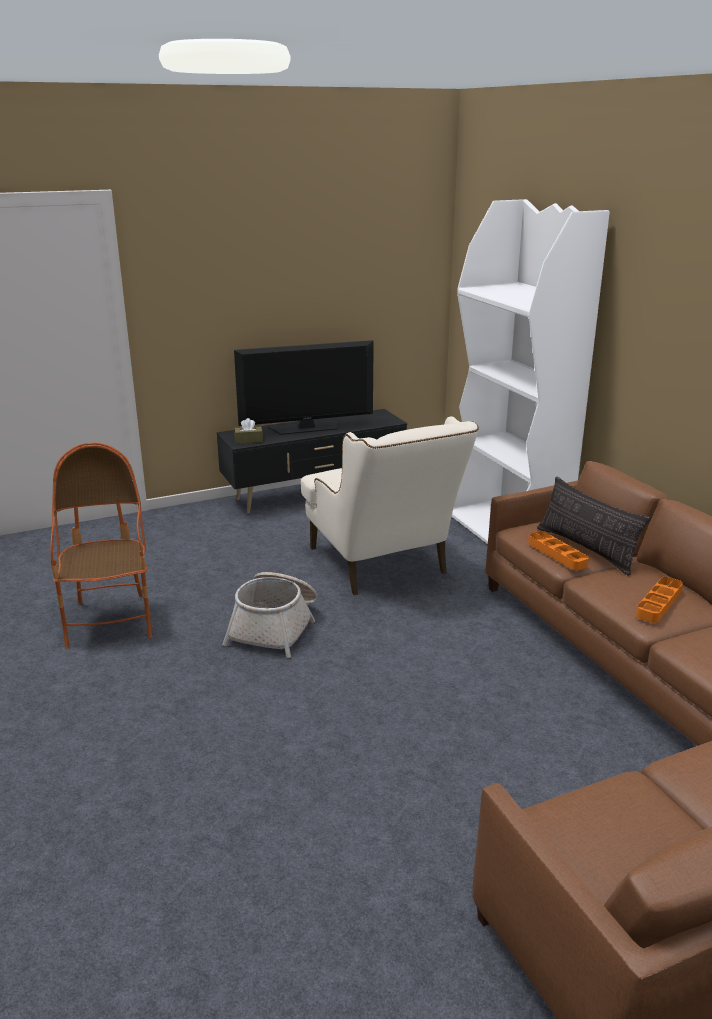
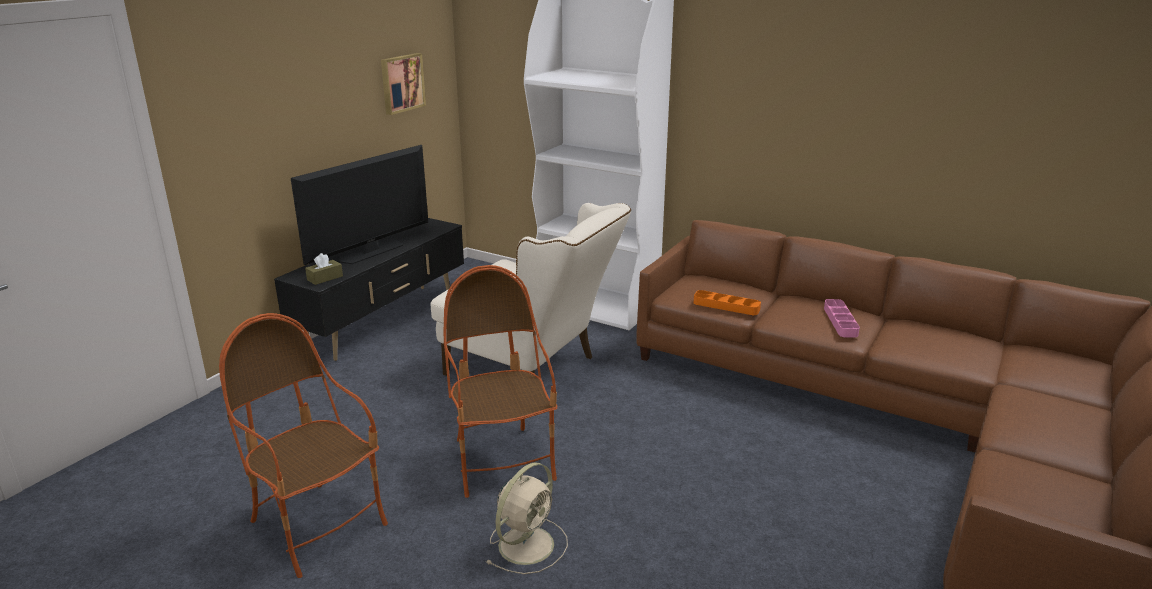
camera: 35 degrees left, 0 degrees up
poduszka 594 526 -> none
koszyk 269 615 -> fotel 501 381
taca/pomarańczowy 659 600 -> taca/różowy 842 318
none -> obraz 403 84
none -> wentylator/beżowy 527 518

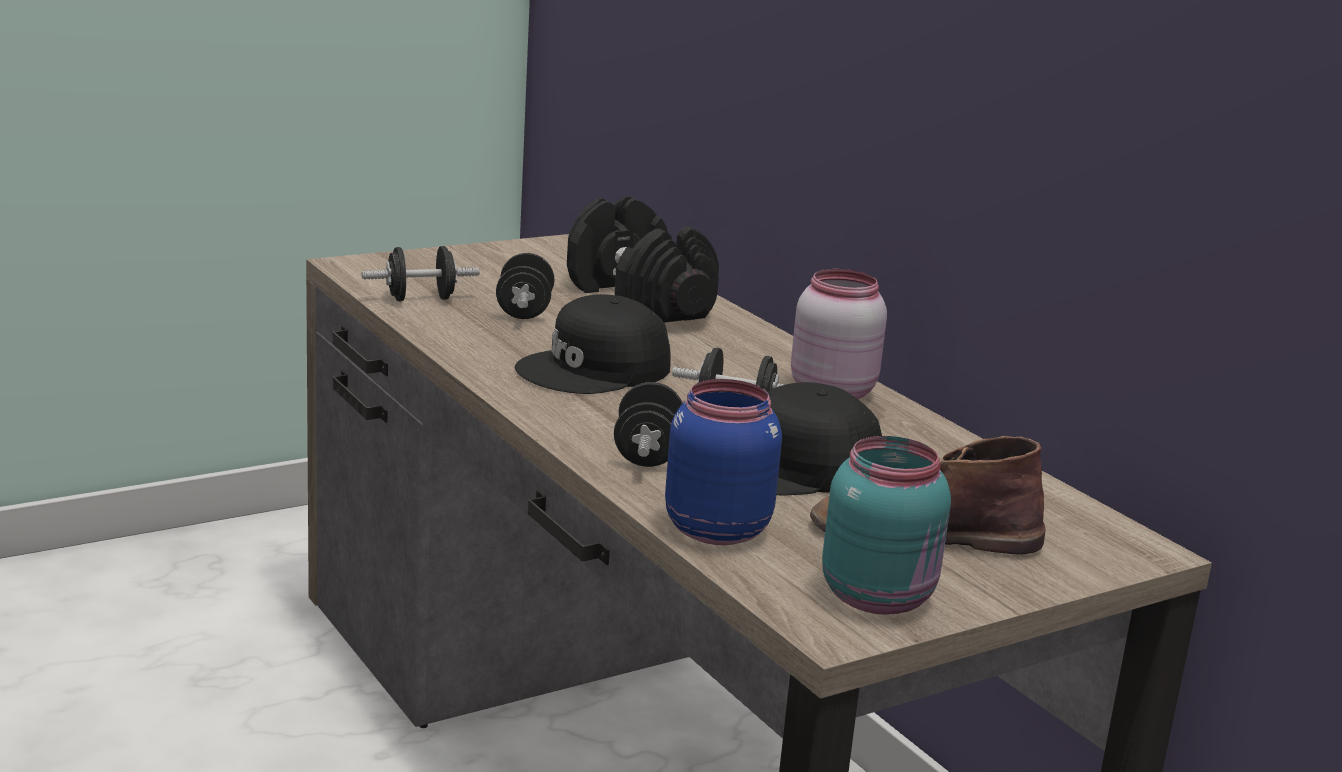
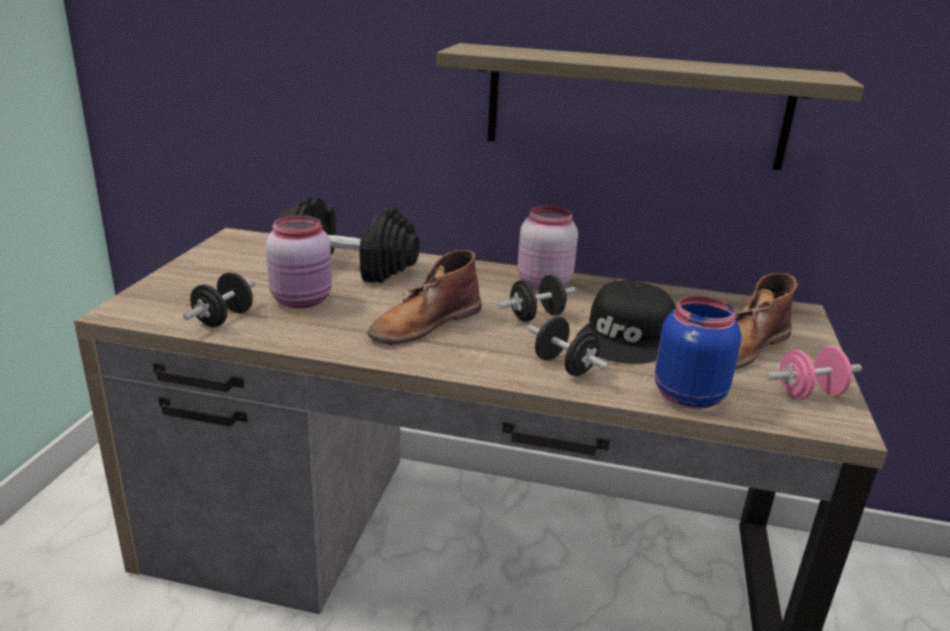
camera: 45 degrees left, 5 degrees up
hantel/czarny 525 286 -> słoik/różowy 299 262
czapka z daszkiem/czarny 593 344 -> but z cholewką/brązowy 424 297
słoik/turkusowy 886 525 -> hantel/różowy 814 373
none -> półka 650 106

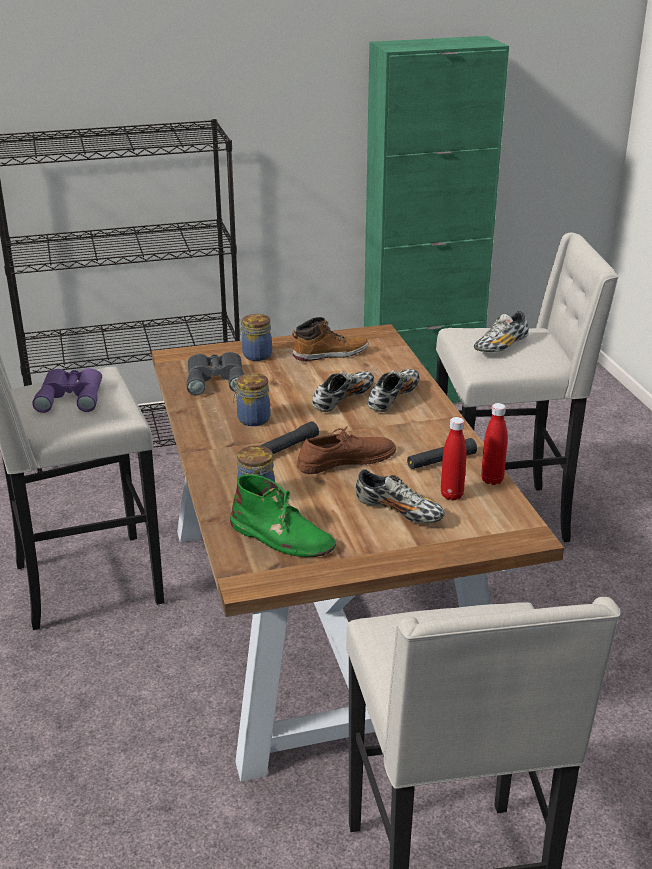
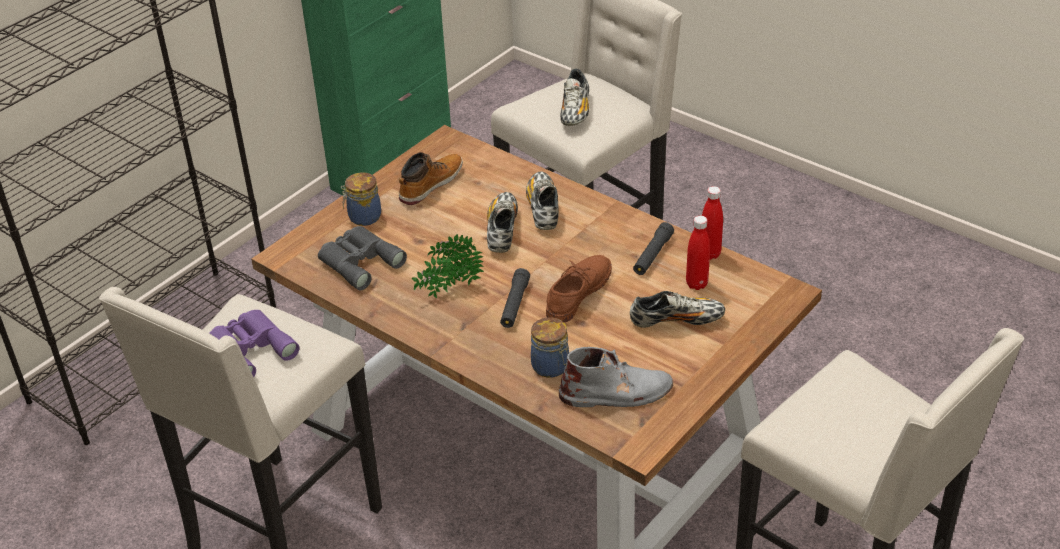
camera: 35 degrees left, 10 degrees up
słoik 251 399 -> roślina doniczkowa 448 266
but z cholewką/zielony 283 515 -> but z cholewką/szary 616 377

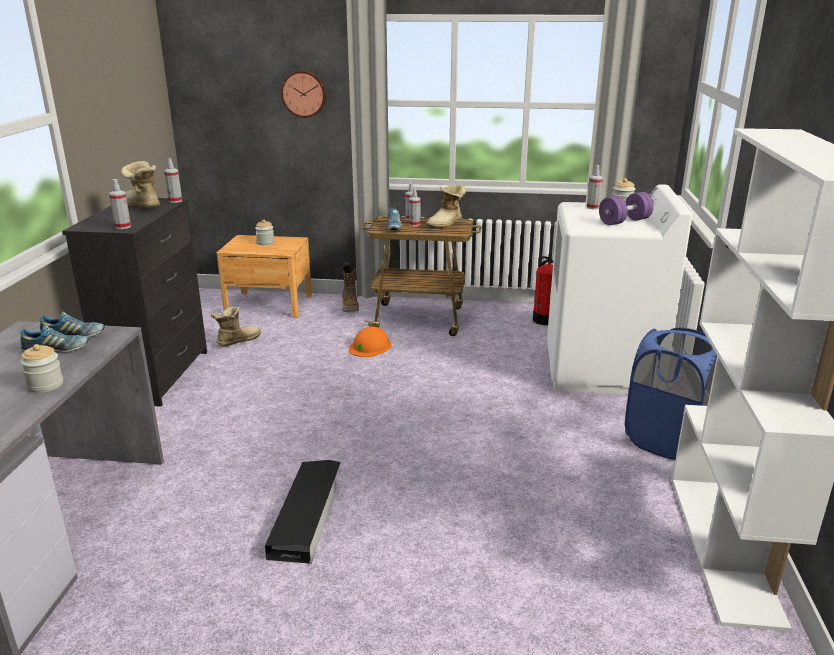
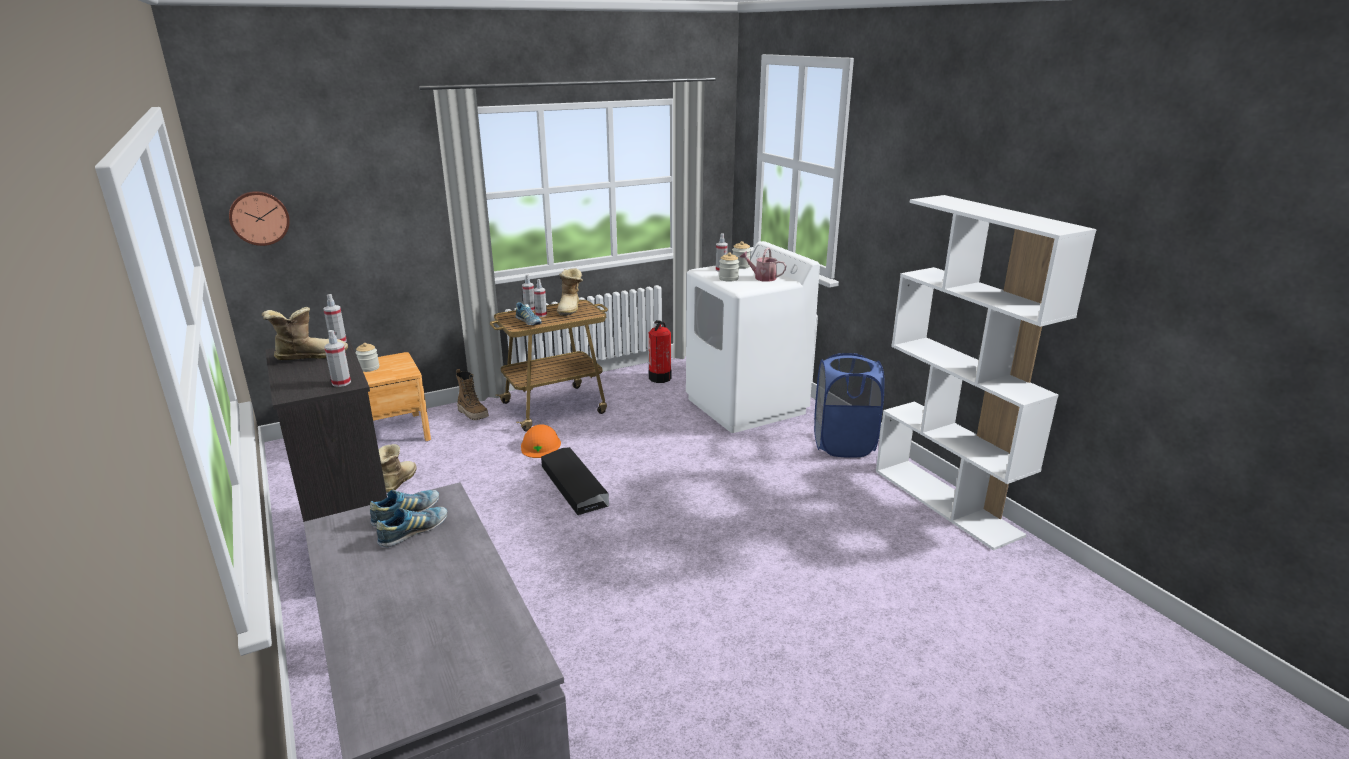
camera: 35 degrees left, 0 degrees up
zegar ścienny 303 94 -> zegar ścienny 259 218, move
but z cholewką 140 184 -> but z cholewką 305 333, 150 degrees clockwise
hantel/fioletowy 626 208 -> konewka 763 265
słoik 41 368 -> słoik 729 267, move
pojemnik do przechowywania/czarny 303 512 -> pojemnik do przechowywania/czarny 575 481, move

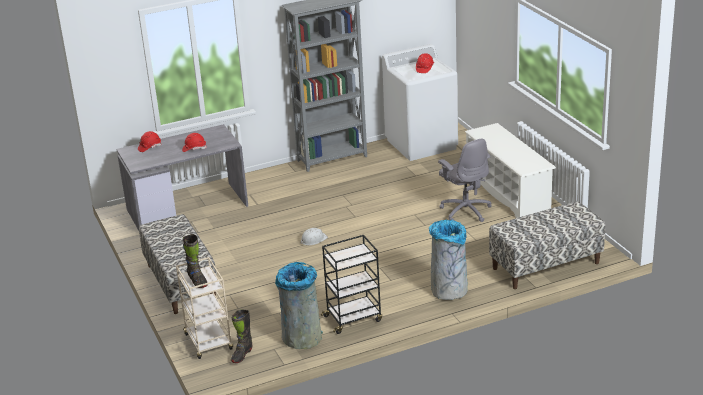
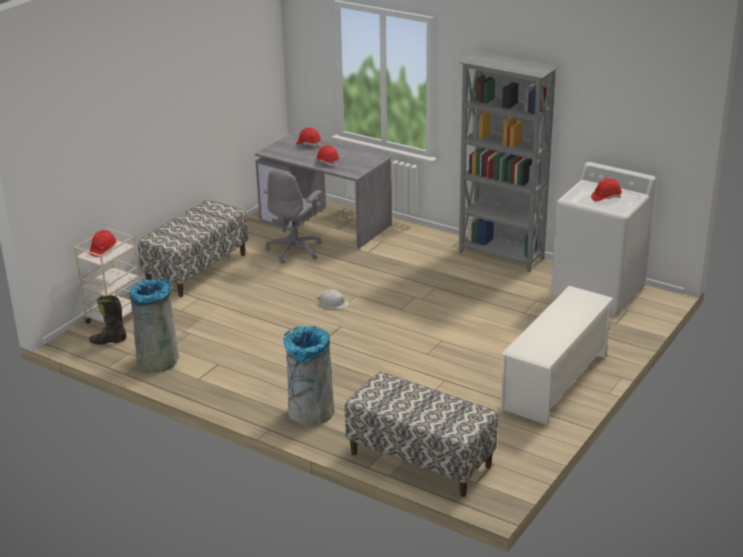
camera: 55 degrees right, 0 degrees up
krzesło biurowe/szary 465 180 -> krzesło biurowe/szary 293 217, move
but z cholewką/czarny 195 261 -> kask/czerwony 103 243
wózek/czarny 351 284 -> none

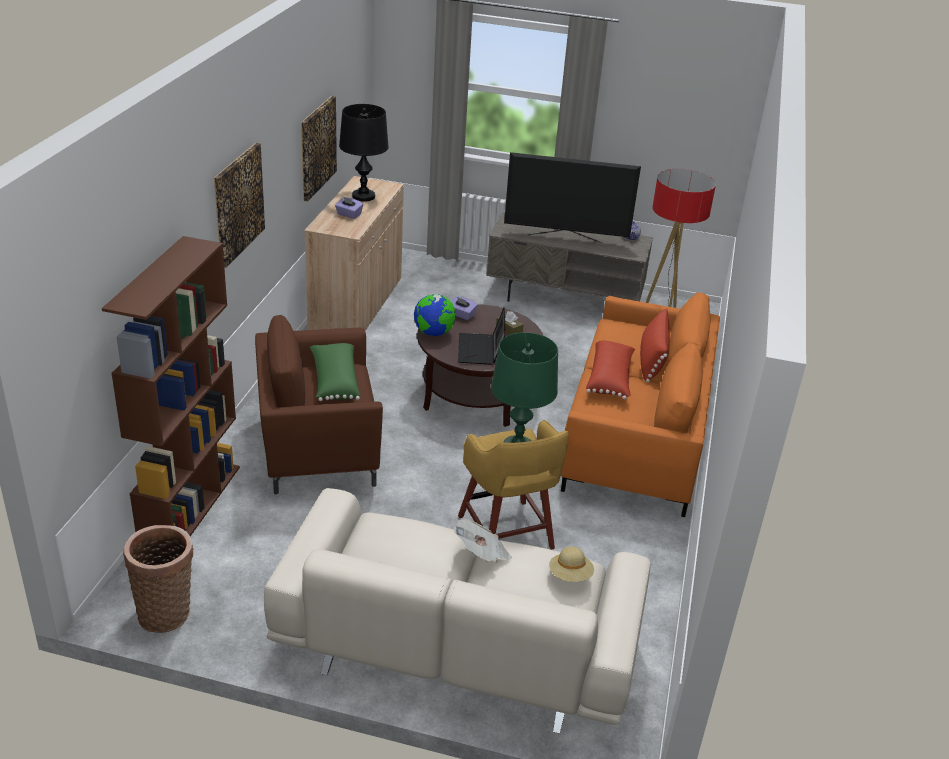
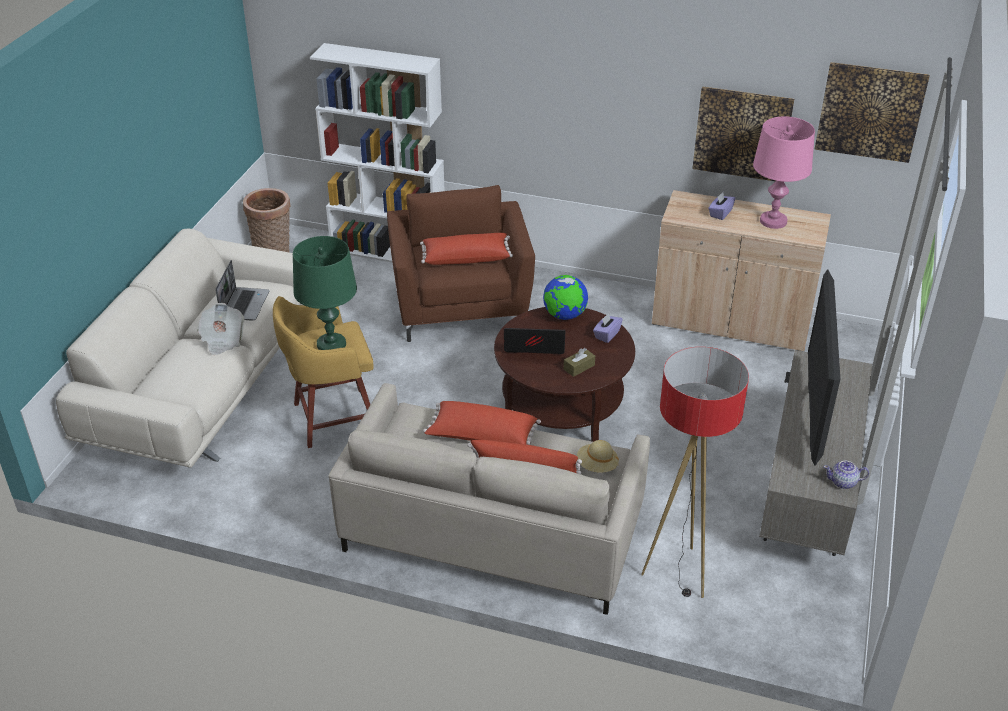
camera: 95 degrees right, 5 degrees up
lampa stołowa/czarny 364 152 -> lampa stołowa/różowy 784 172
obraz 239 205 -> obraz 872 112, move
regał/brązowy 171 386 -> regał/biały 377 153
kanapa/pomarańczowy 640 405 -> kanapa/beżowy 489 499
poduszka/zielony 335 372 -> poduszka/czerwony 466 249
kapelusz/beżowy 571 564 -> kapelusz/beżowy 598 456, move
none -> laptop 242 290

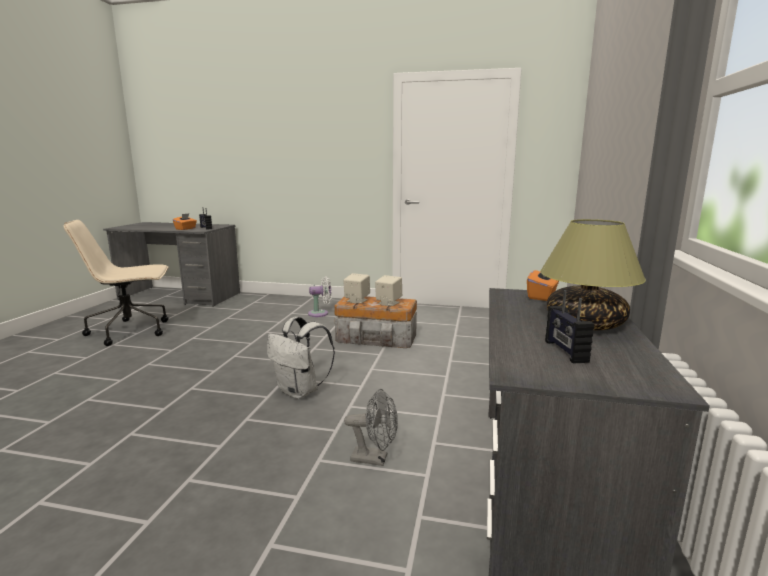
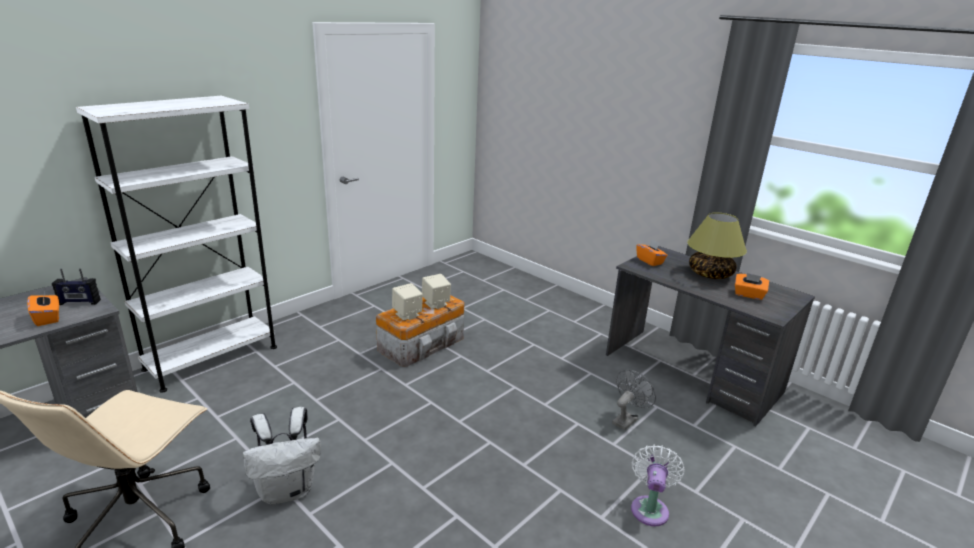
camera: 60 degrees left, 10 degrees up
wentylator/biały 320 296 -> wentylator/biały 658 485, move
radio 569 327 -> pudełko chusteczek/pomarańczowy 752 286
plecak/biały 301 358 -> plecak/biały 282 456, move
none -> regał/biały 176 244

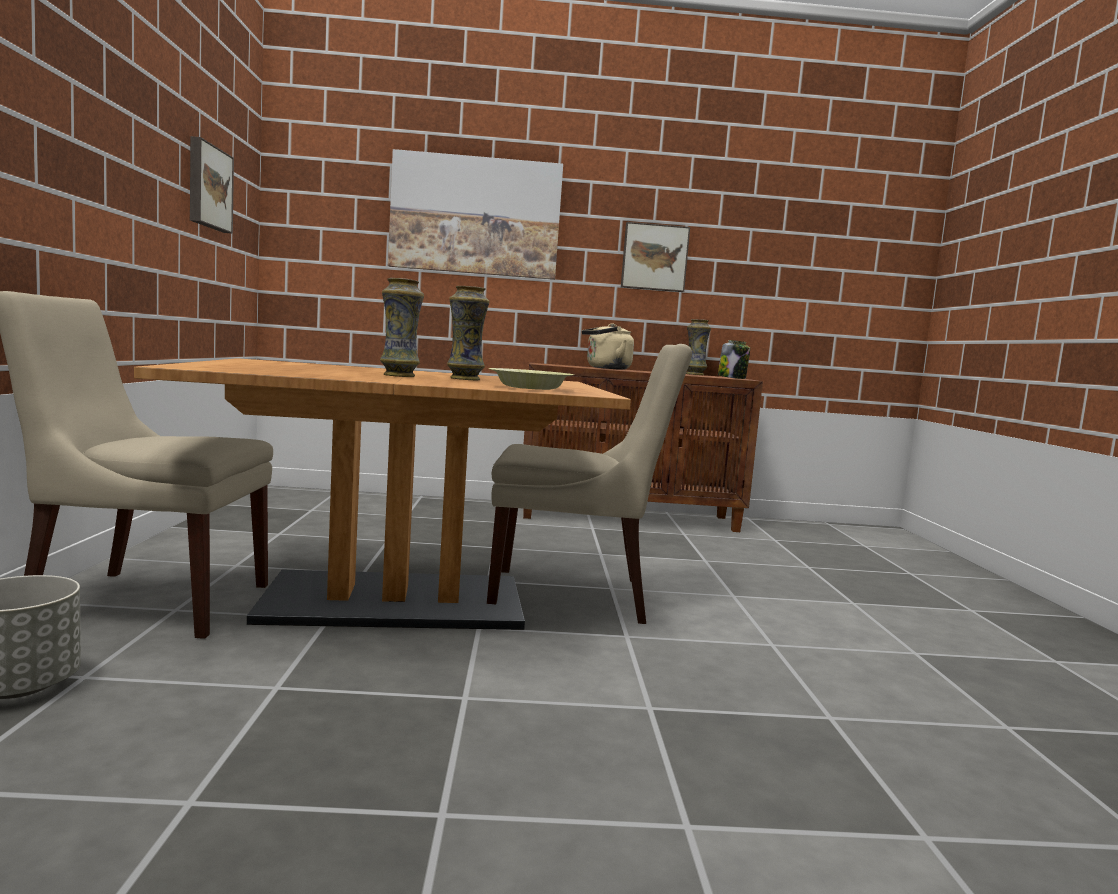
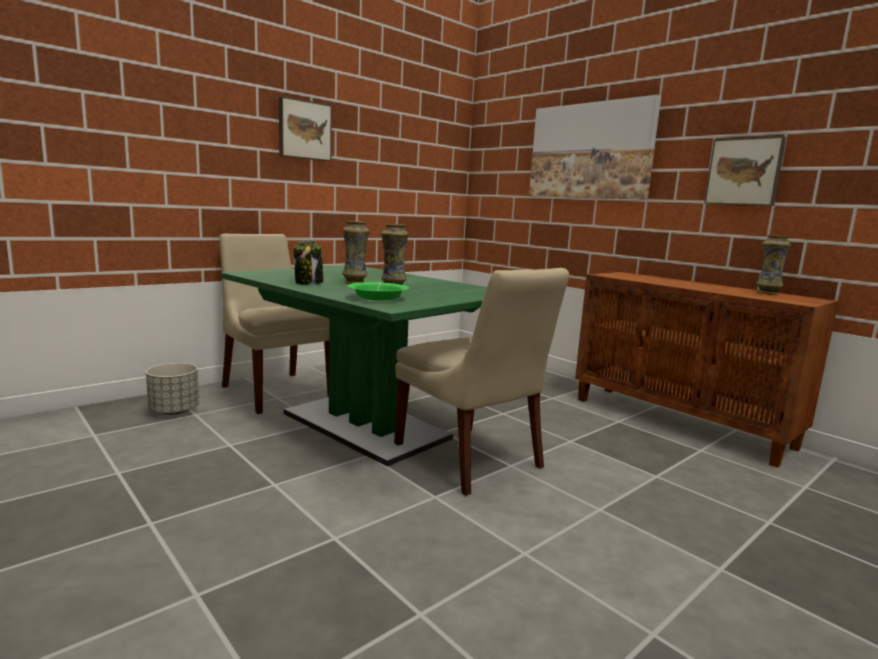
camera: 50 degrees right, 5 degrees up
obraz 212 185 -> obraz 305 128, move
czajnik/beżowy 608 346 -> none
słoik 734 359 -> słoik 308 263, move
stół jadalny/brązowy 382 494 -> stół jadalny/zielony 354 366
miska/żółty 531 379 -> miska/zielony 378 291

